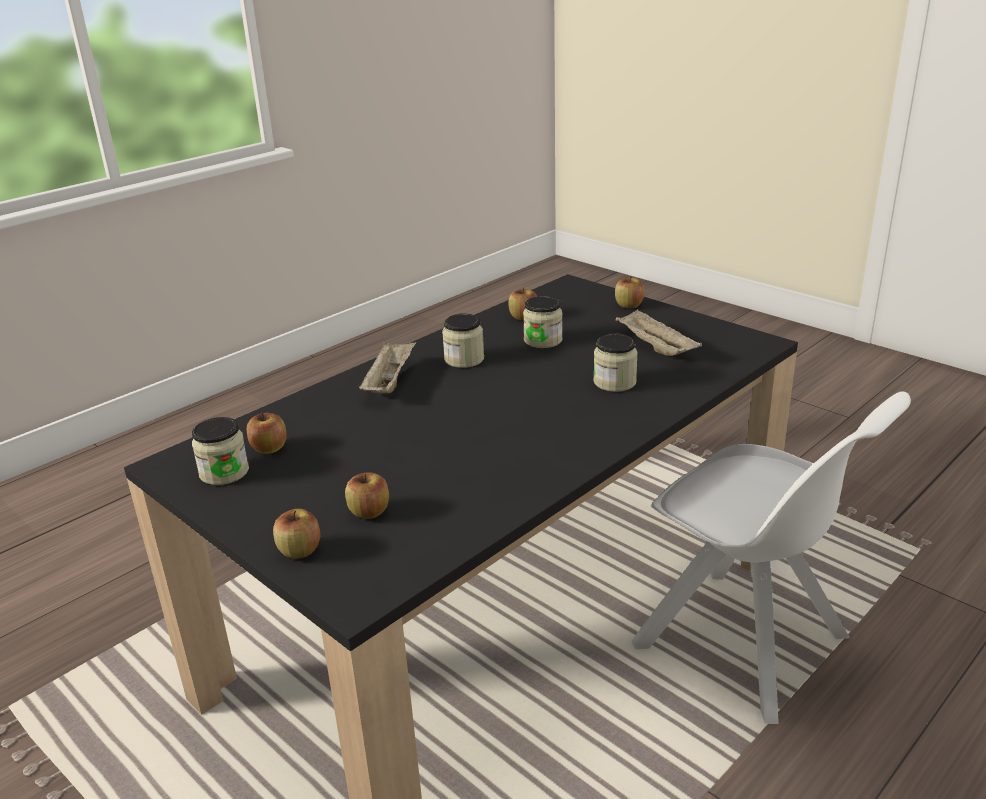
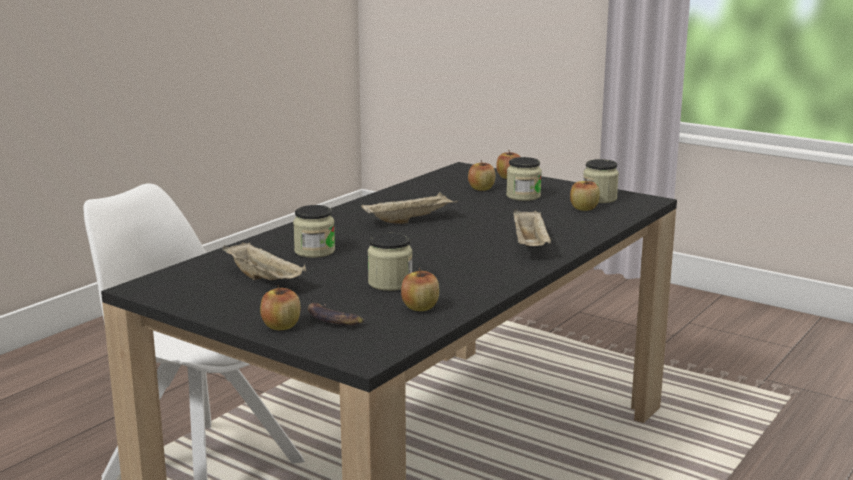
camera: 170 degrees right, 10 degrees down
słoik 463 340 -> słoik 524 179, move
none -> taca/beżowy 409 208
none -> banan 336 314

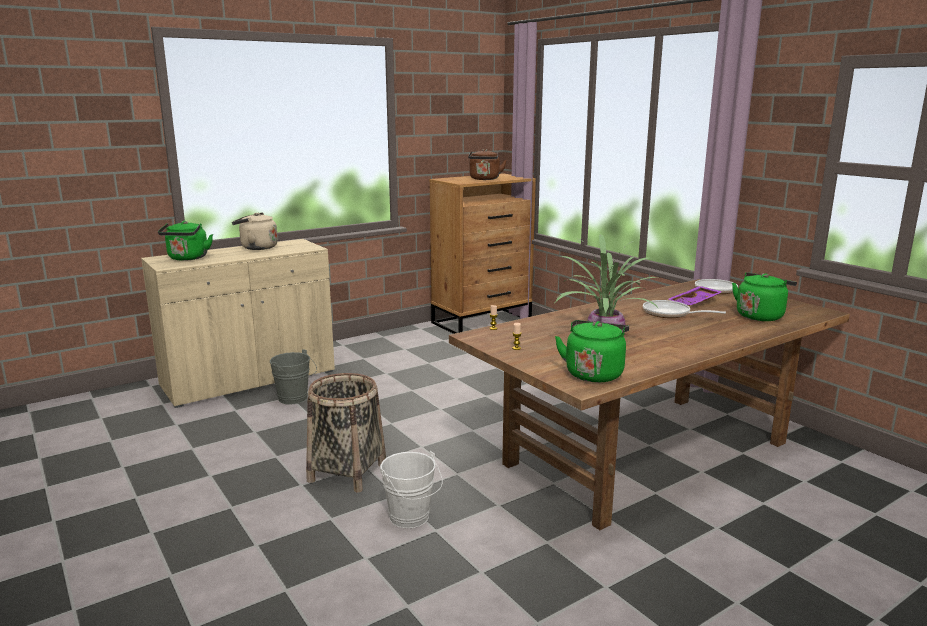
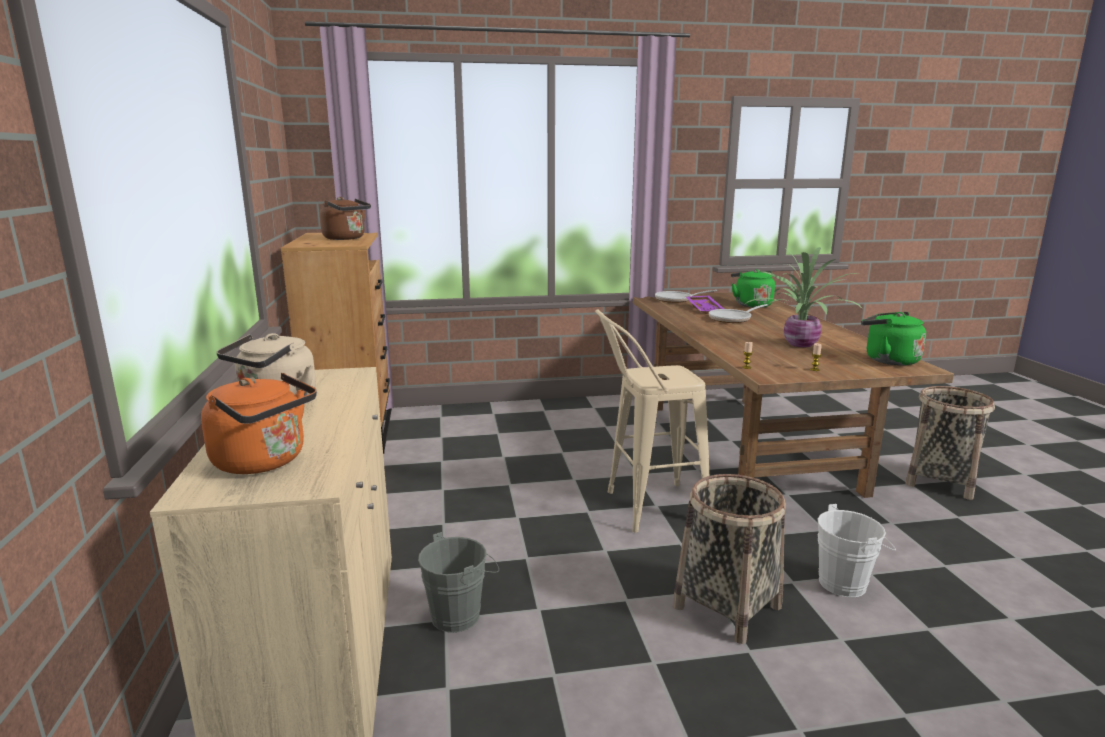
camera: 65 degrees left, 0 degrees up
czajnik/zielony 185 241 -> czajnik/pomarańczowy 259 423
none -> stołek/beżowy 652 421
none -> koszyk 950 443

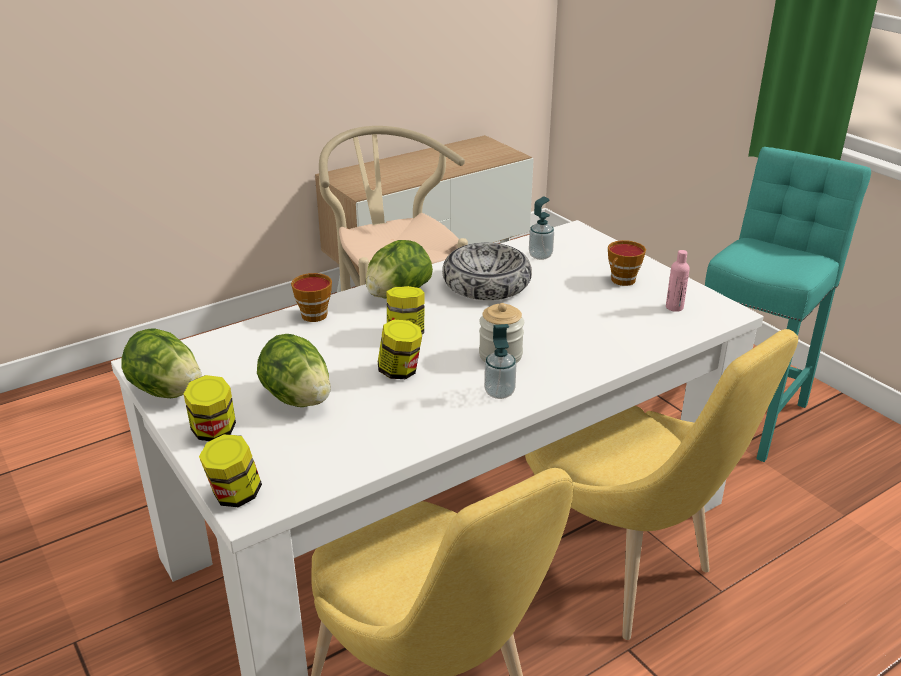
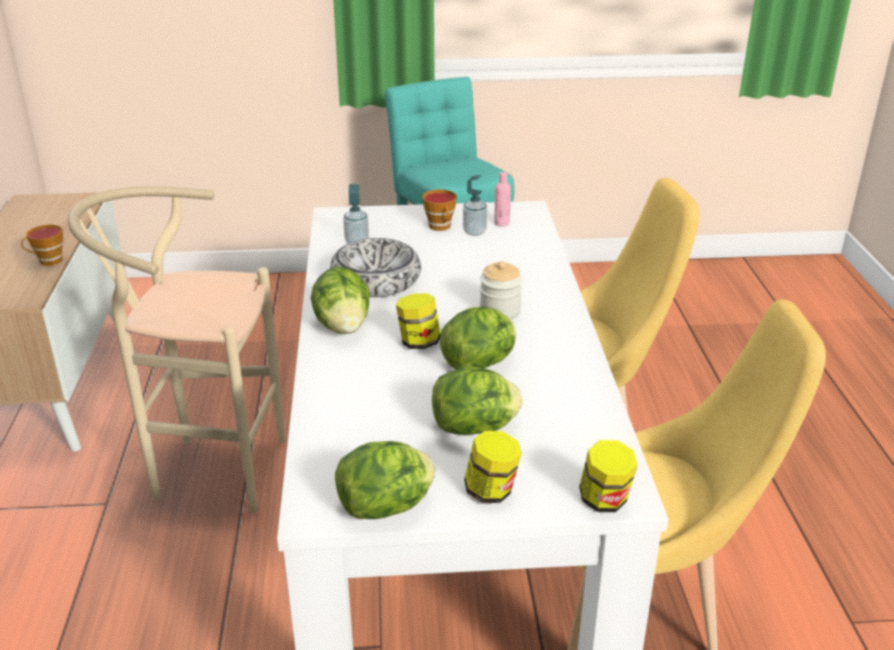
camera: 60 degrees left, 0 degrees up
filiżanka 311 297 -> filiżanka 42 245, move
słoik 400 349 -> sałata 478 338
dozownik mydła 500 361 -> dozownik mydła 475 205, move

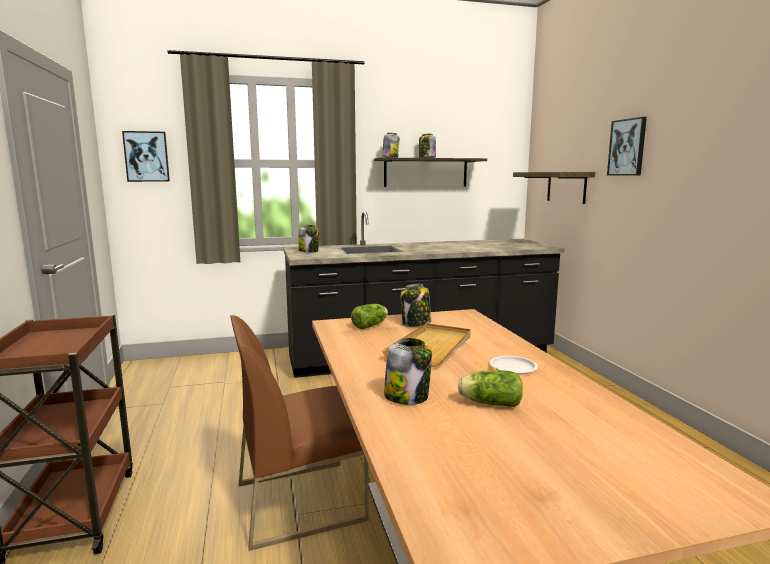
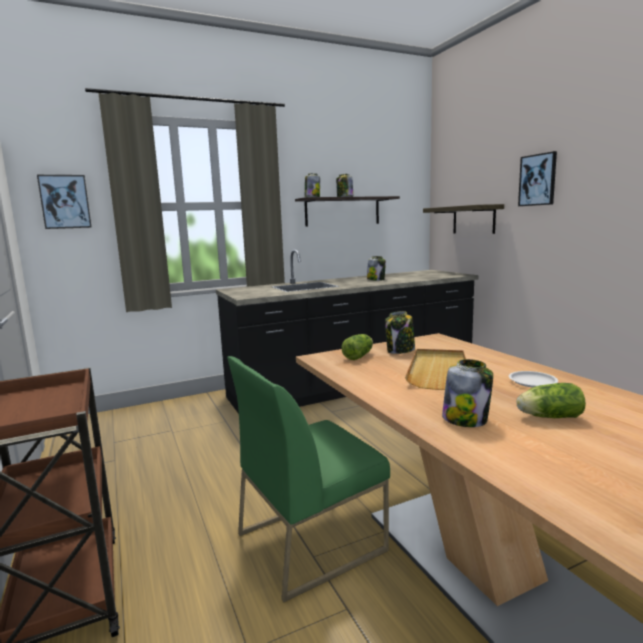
camera: 10 degrees left, 0 degrees up
słoik 308 239 -> słoik 376 268, move
krzesło/brązowy 299 433 -> krzesło/zielony 309 479

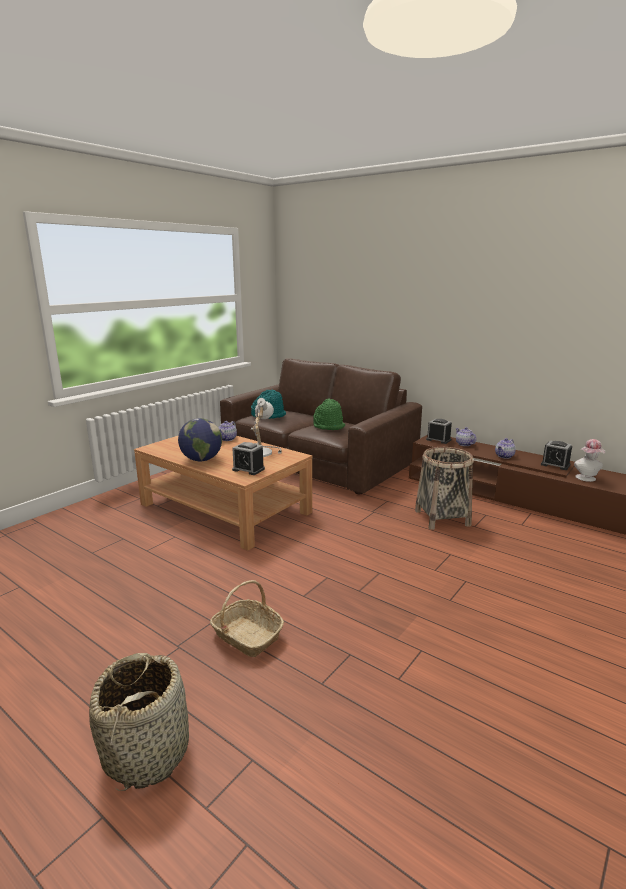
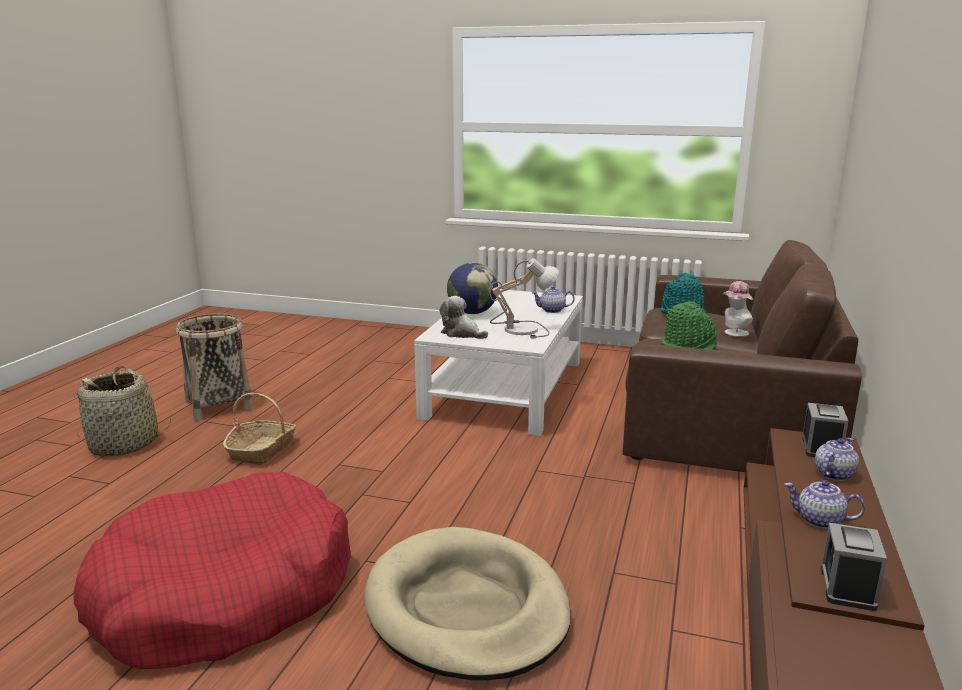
camera: 70 degrees right, 0 degrees up
ława/brązowy 223 493 -> ława/biały 498 362
kapelusz 589 460 -> kapelusz 737 309, move
budzik 248 458 -> pluszak 464 317
koszyk 444 488 -> koszyk 214 367, move
none -> legowisko/czerwony 212 570
none -> legowisko/beżowy 467 603

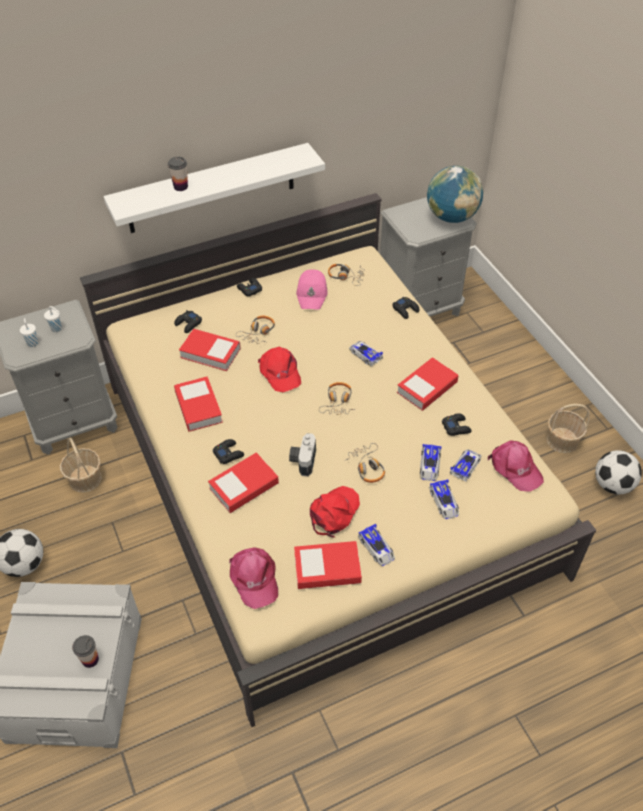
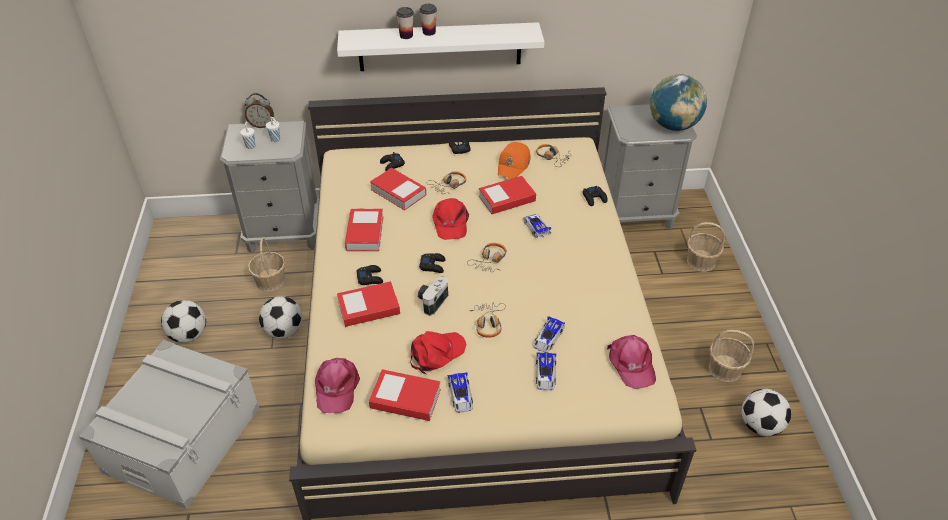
camera: 20 degrees right, 5 degrees down
czapka z daszkiem/różowy 312 289 -> czapka z daszkiem/pomarańczowy 514 160
książka 428 384 -> książka 507 195, move
pad do gier/czarny 457 424 -> pad do gier/czarny 432 263, move
samochodzik 465 465 -> none
filiżanka 85 651 -> filiżanka 428 20, move
none -> budzik 259 110
none -> koszyk 706 247
none -> piłka futbolowa 281 317

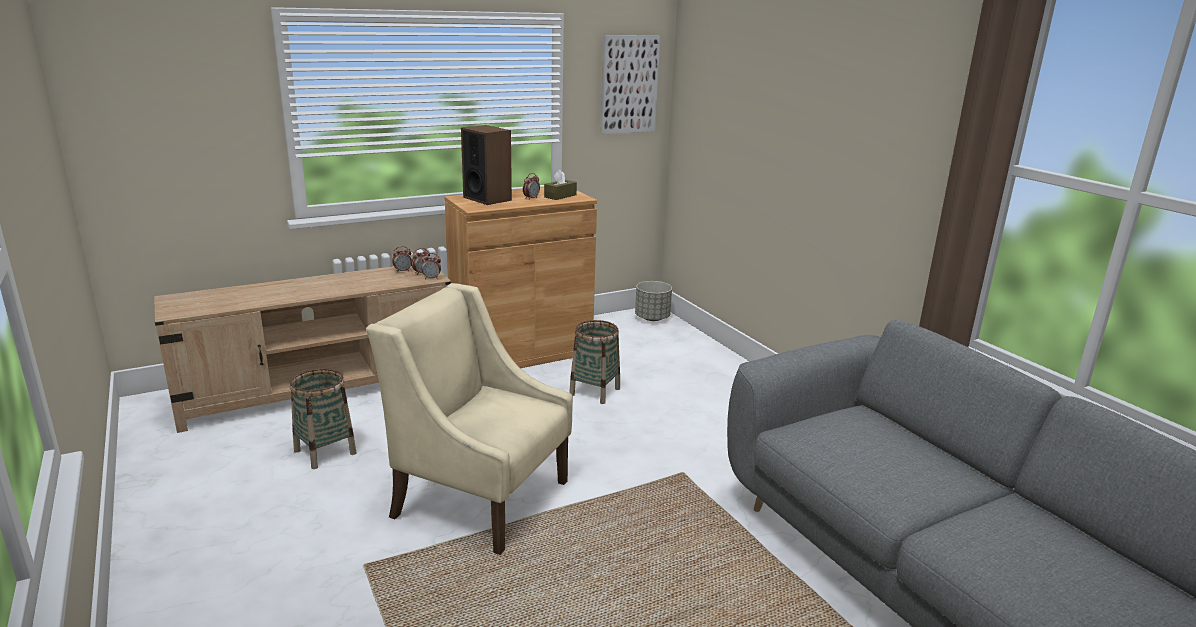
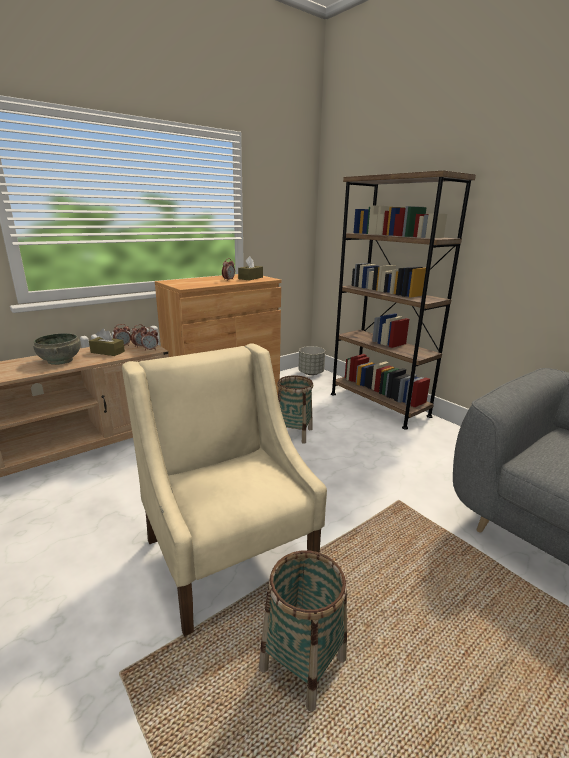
camera: 10 degrees left, 0 degrees up
obraz 630 84 -> none
głośnik 486 165 -> none
fotel/beżowy 469 419 -> fotel/beżowy 224 489, 45 degrees clockwise
koszyk 323 418 -> koszyk 303 631, move
none -> regał/brązowy 403 300
none -> pudełko chusteczek/brązowy 107 342
none -> miska/szary 56 349

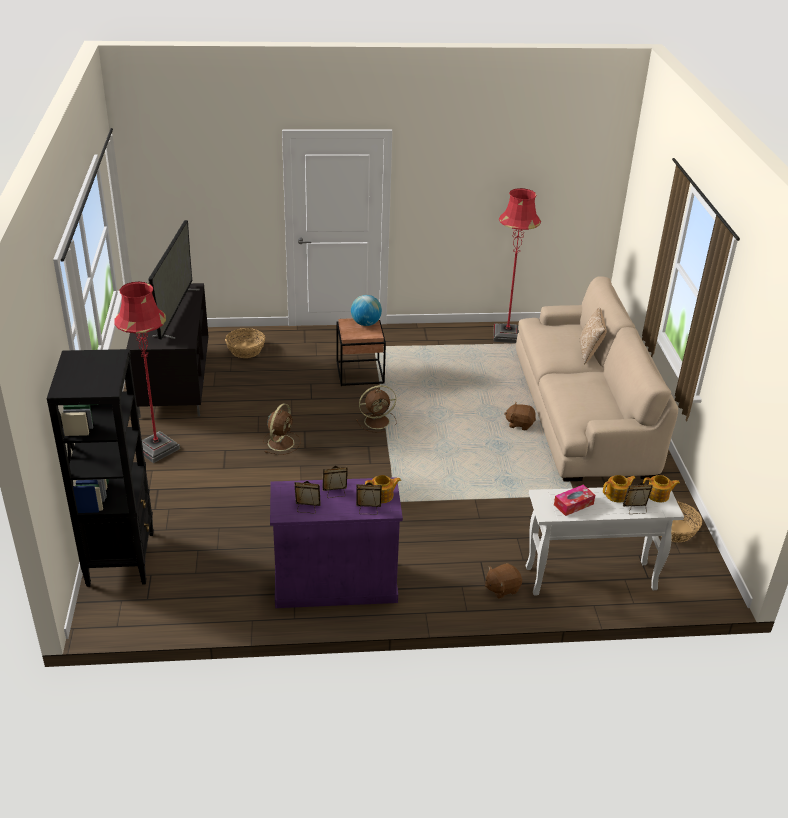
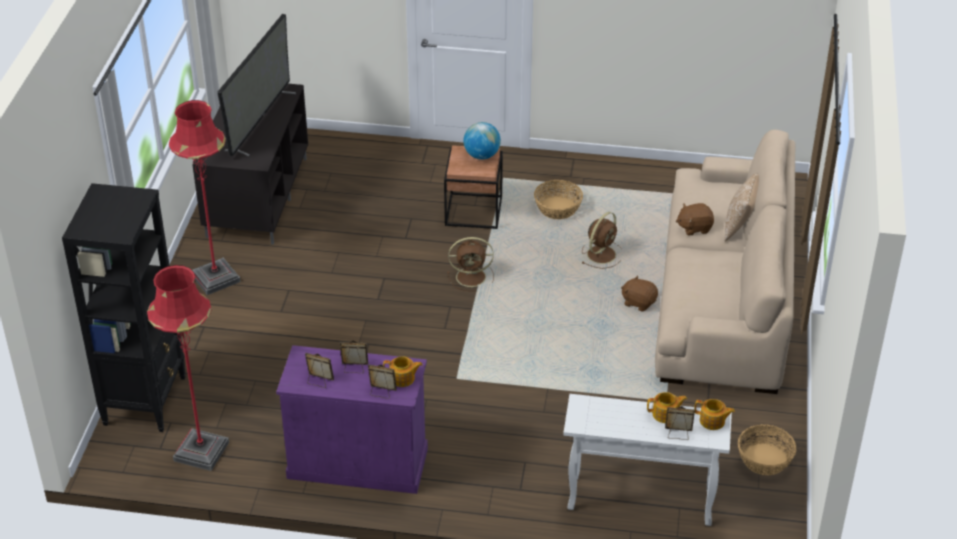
camera: 15 degrees right, 5 degrees up
lampa stojąca/czerwony 517 265 -> lampa stojąca/czerwony 188 368, move
koszyk 245 343 -> koszyk 558 199, move
wentylator/brązowy 282 429 -> wentylator/brązowy 601 240, move
pudełko chusteczek 574 500 -> none
pluszak/brązowy 503 581 -> pluszak/brązowy 695 219, move

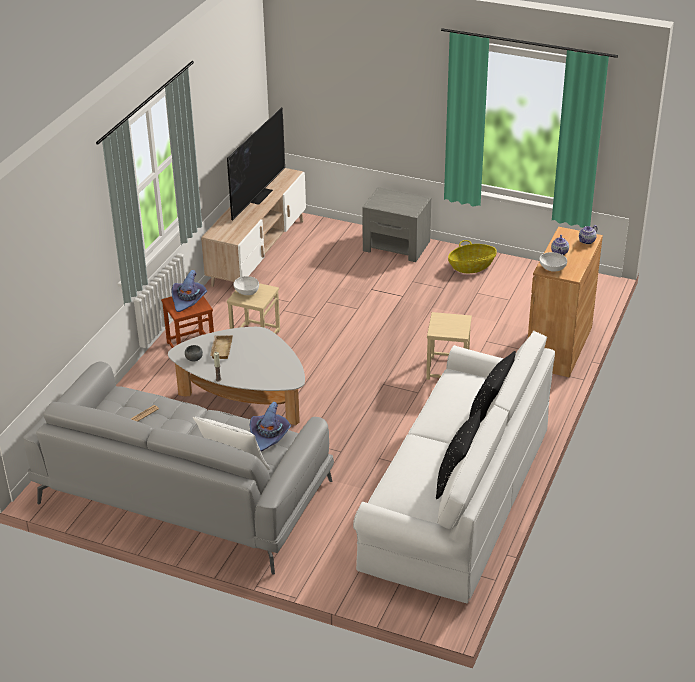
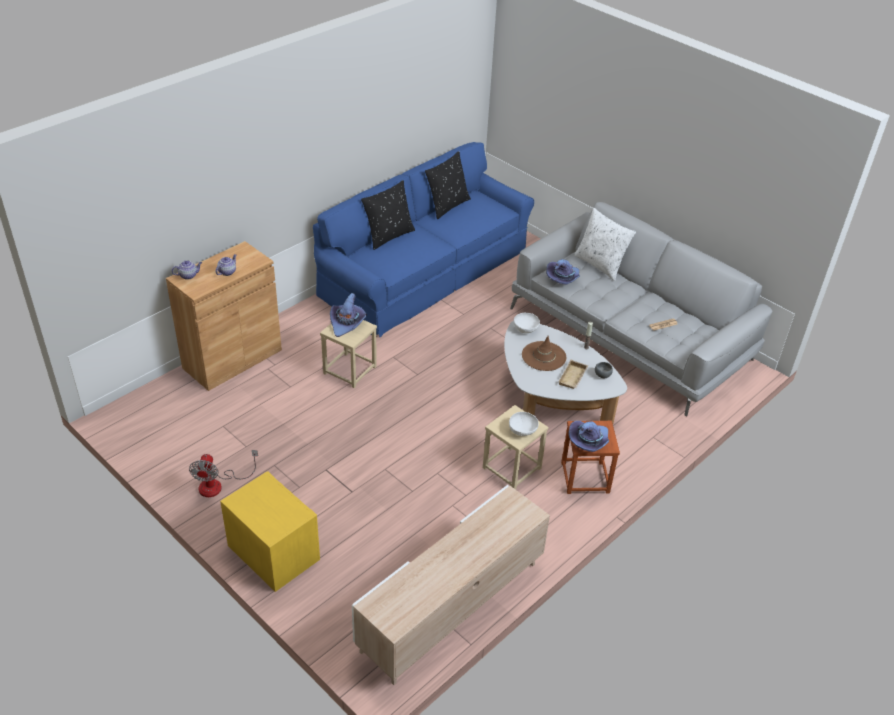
camera: 160 degrees left, 5 degrees up
telewizor 256 163 -> none
szafka nocna/szary 396 224 -> szafka nocna/żółty 270 531
koszyk 472 256 -> wentylator 223 473
miska/biały 553 262 -> miska/biały 526 323, move
kanapa/biały 454 467 -> kanapa/niebieski 423 239
none -> kapelusz/fioletowy 348 315
none -> kapelusz/brązowy 544 353

